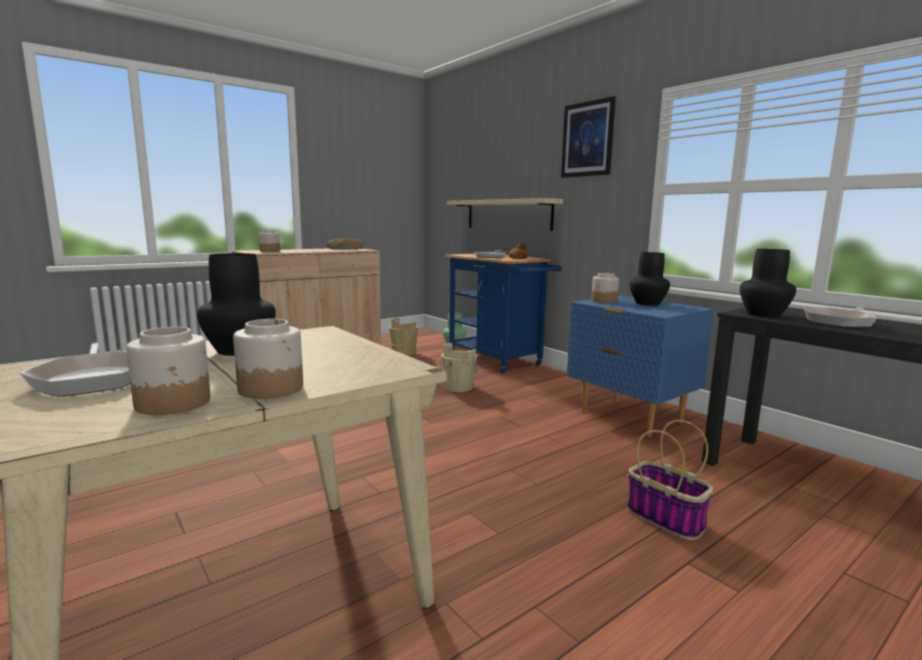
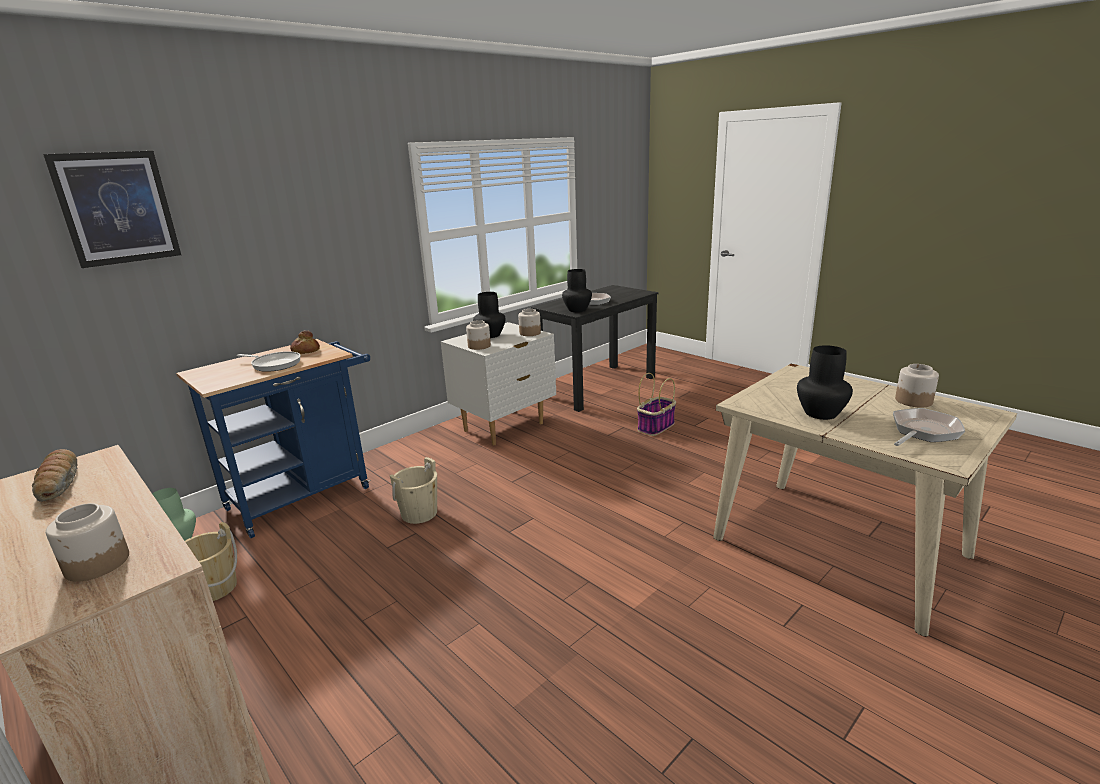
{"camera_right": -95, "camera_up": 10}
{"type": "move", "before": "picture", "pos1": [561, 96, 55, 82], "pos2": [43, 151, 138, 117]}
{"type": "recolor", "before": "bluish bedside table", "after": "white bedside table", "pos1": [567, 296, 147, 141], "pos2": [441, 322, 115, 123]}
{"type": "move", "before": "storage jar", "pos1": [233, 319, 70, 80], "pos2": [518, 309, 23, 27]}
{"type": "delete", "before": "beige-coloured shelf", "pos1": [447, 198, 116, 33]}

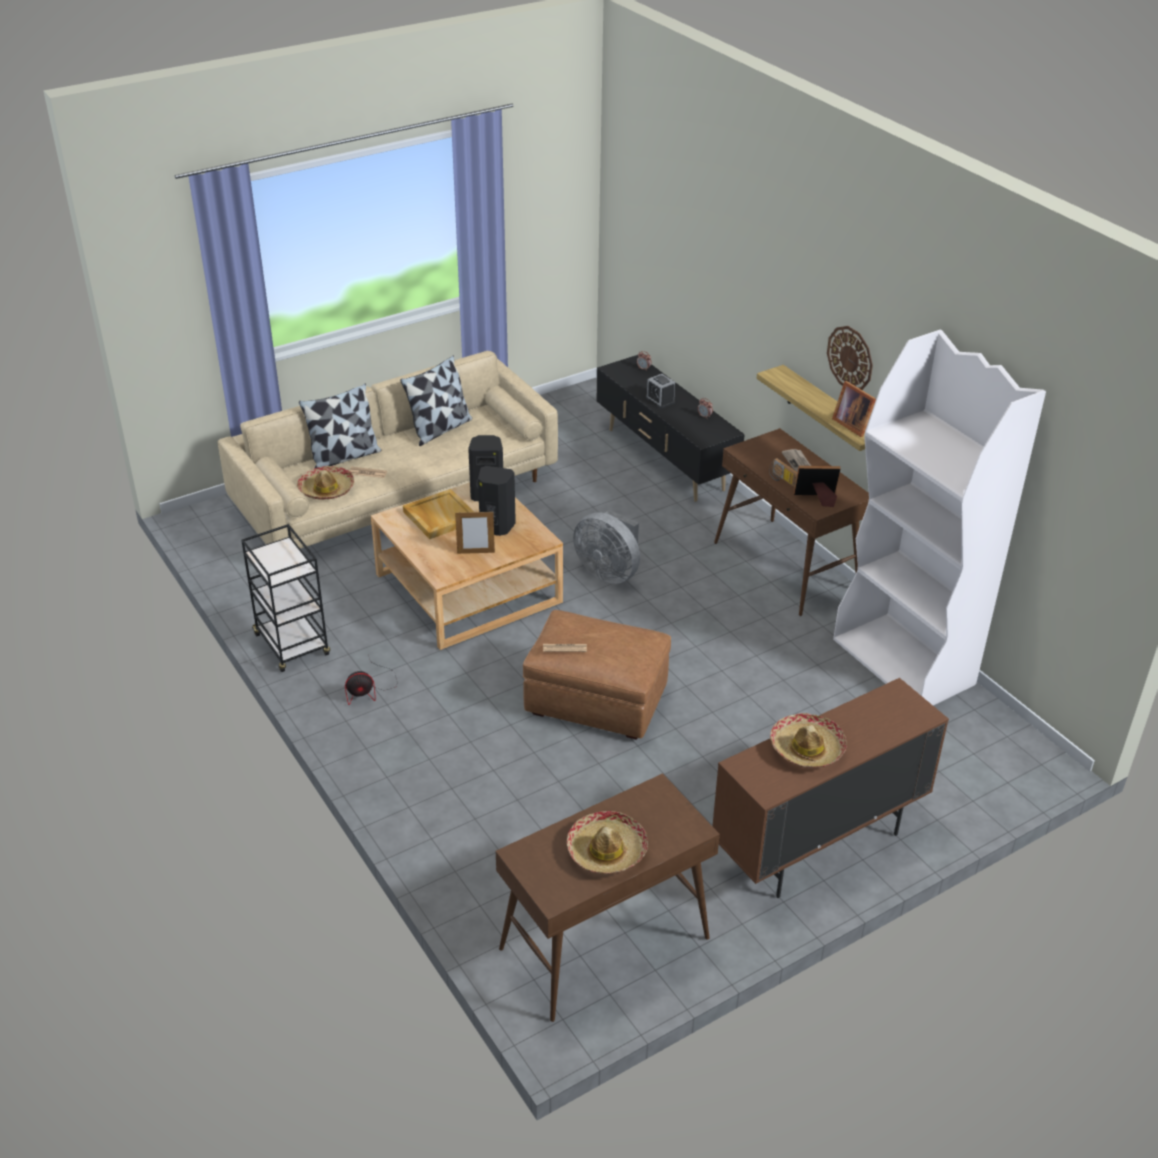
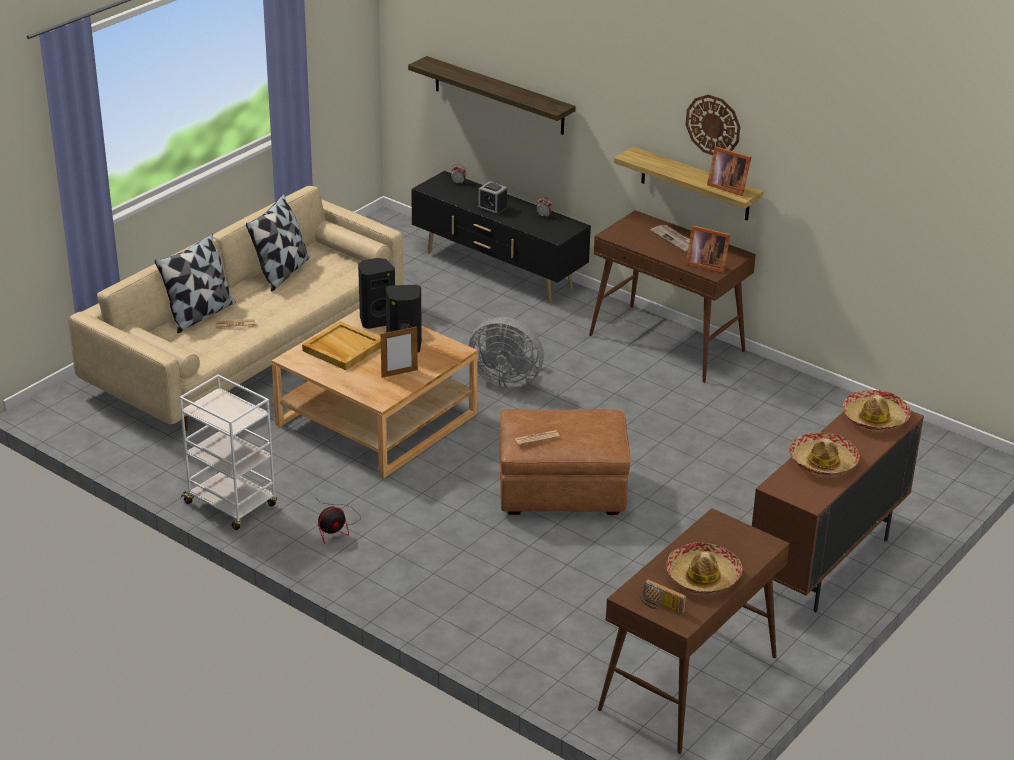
{"camera_right": -20, "camera_up": -5}
{"type": "recolor", "before": "black wheeled cart", "after": "white wheeled cart", "pos1": [241, 524, 89, 148], "pos2": [179, 375, 98, 155]}
{"type": "insert", "after": "shelf", "pos2": [408, 56, 168, 79]}
{"type": "move", "before": "radio", "pos1": [769, 458, 29, 29], "pos2": [640, 579, 46, 35]}
{"type": "rotate", "before": "photo frame", "pos1": [794, 466, 47, 41], "pos2": [686, 226, 45, 47], "turn": -135}
{"type": "move", "before": "clothing hat", "pos1": [297, 466, 57, 34], "pos2": [843, 390, 68, 40]}
{"type": "delete", "before": "white bookcase", "pos1": [833, 329, 213, 377]}

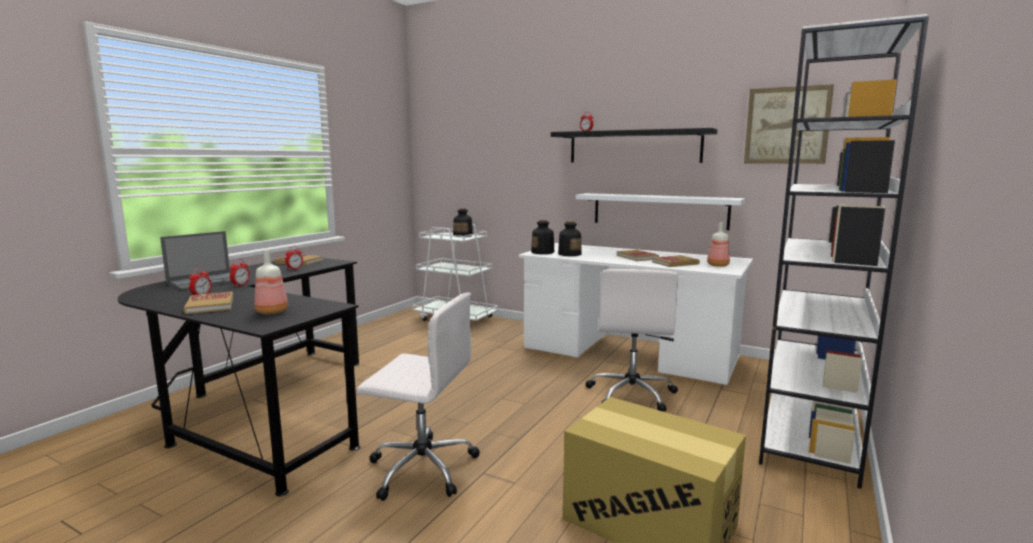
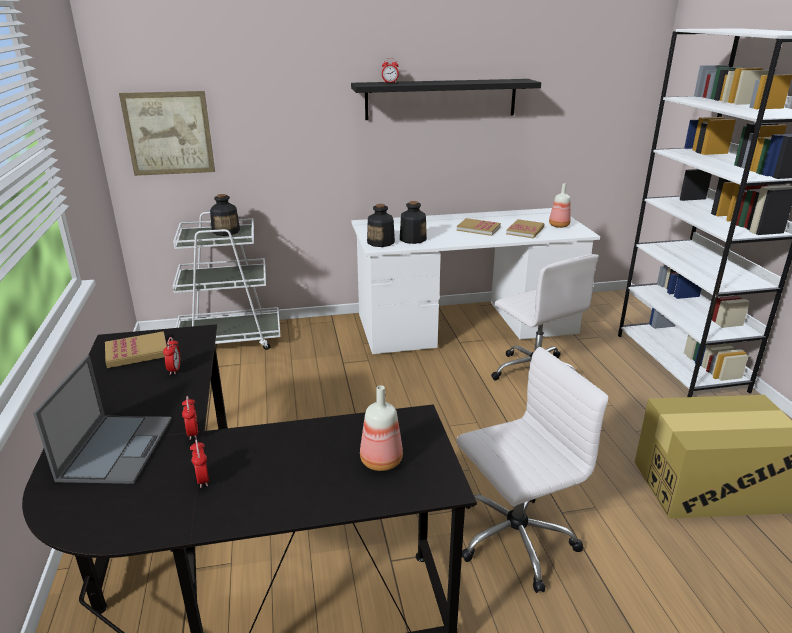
{"camera_right": -40, "camera_up": 15}
{"type": "move", "before": "picture", "pos1": [744, 84, 90, 80], "pos2": [119, 91, 96, 85]}
{"type": "delete", "before": "volume", "pos1": [184, 292, 50, 22]}
{"type": "delete", "before": "white shelf", "pos1": [576, 193, 169, 37]}

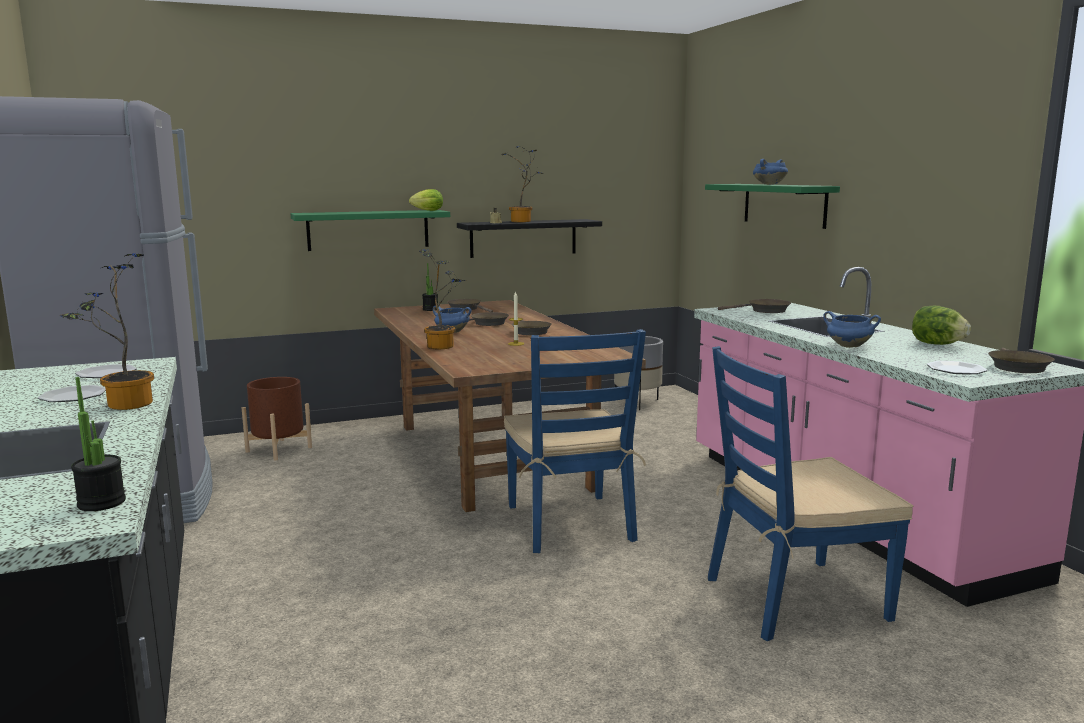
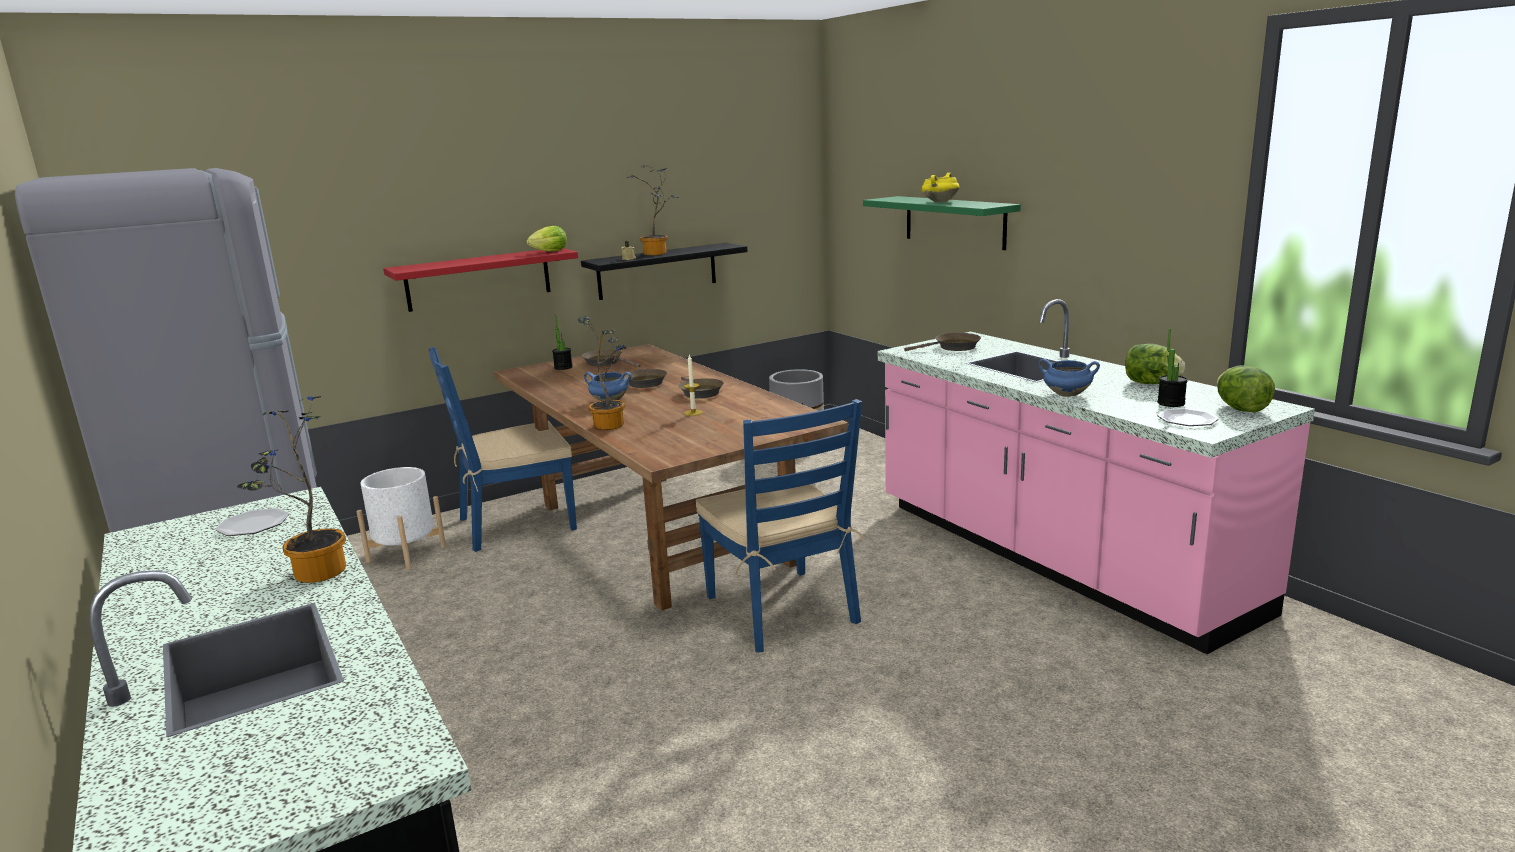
{"camera_right": -10, "camera_up": 5}
{"type": "recolor", "before": "brown plant pot", "after": "white plant pot", "pos1": [242, 377, 70, 84], "pos2": [356, 467, 90, 103]}
{"type": "recolor", "before": "greenish shelf", "after": "red-coloured shelf", "pos1": [291, 210, 159, 41], "pos2": [383, 248, 195, 64]}
{"type": "move", "before": "bluish plain chair", "pos1": [708, 346, 205, 295], "pos2": [429, 347, 148, 205]}
{"type": "recolor", "before": "bluish saucepot", "after": "yellow saucepot", "pos1": [753, 159, 35, 26], "pos2": [922, 173, 38, 29]}
{"type": "move", "before": "houseplant", "pos1": [71, 377, 55, 134], "pos2": [1157, 328, 31, 79]}
{"type": "replace", "before": "brown skillet", "after": "head of lettuce", "pos1": [988, 348, 67, 25], "pos2": [1217, 365, 58, 47]}
{"type": "delete", "before": "dinner plate", "pos1": [38, 385, 68, 17]}

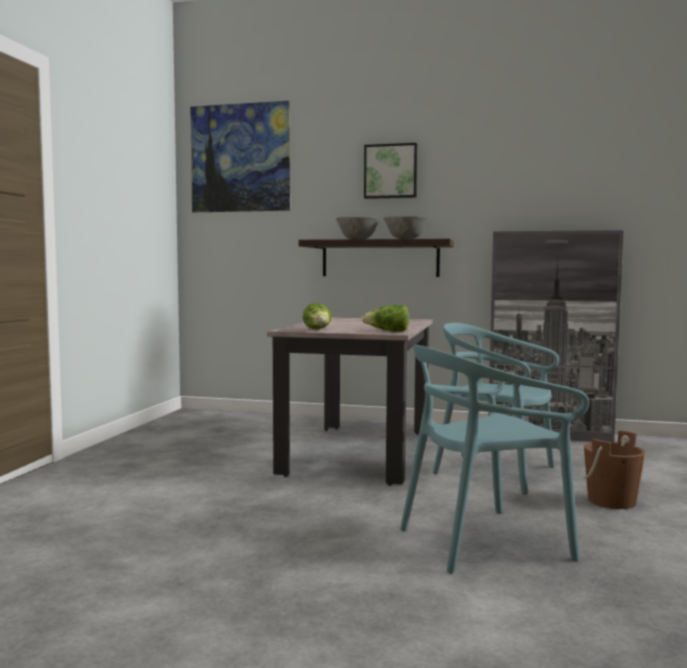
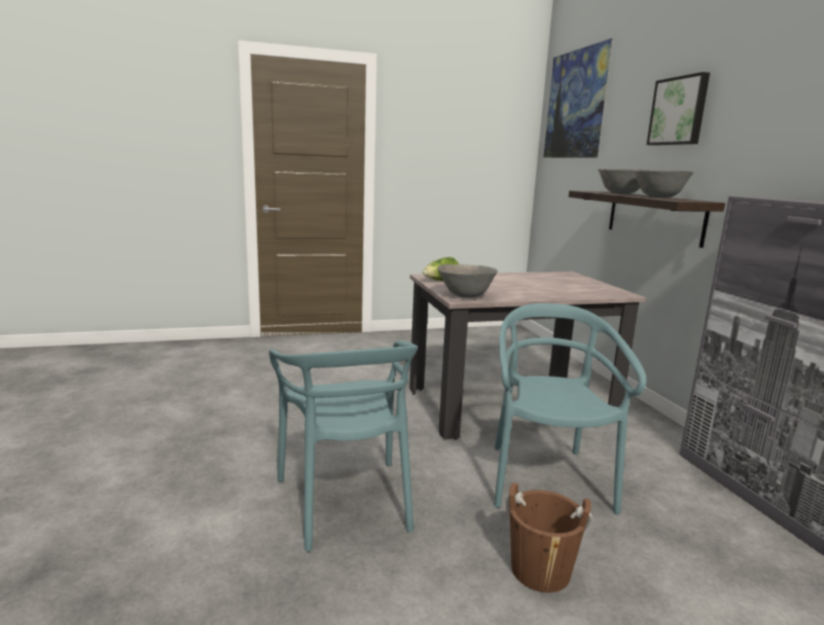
{"camera_right": 60, "camera_up": 10}
{"type": "rotate", "before": "turquoise plain chair", "pos1": [400, 345, 189, 228], "pos2": [269, 340, 149, 211], "turn": -150}
{"type": "replace", "before": "head of lettuce", "after": "gray serving bowl", "pos1": [361, 305, 48, 27], "pos2": [437, 264, 61, 34]}

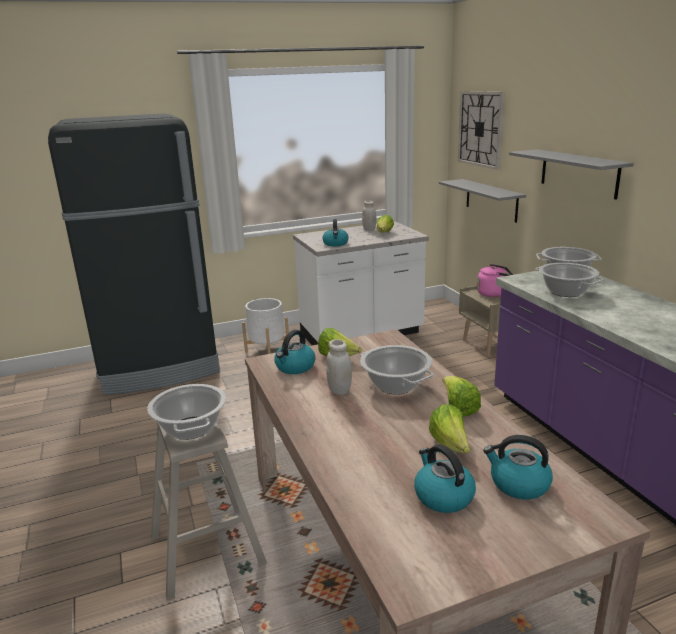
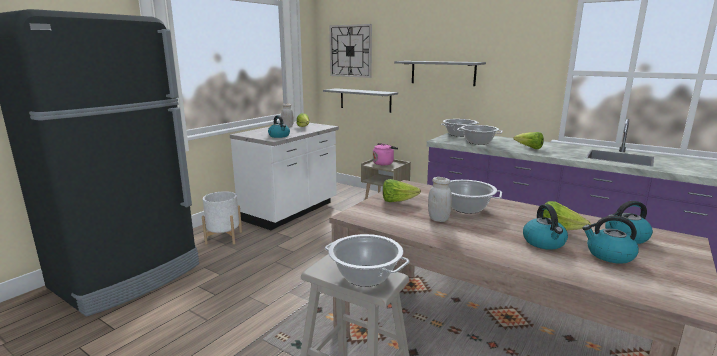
{"camera_right": -35, "camera_up": -5}
{"type": "move", "before": "head of lettuce", "pos1": [442, 376, 39, 41], "pos2": [514, 132, 30, 17]}
{"type": "move", "before": "kettle", "pos1": [274, 330, 41, 44], "pos2": [523, 204, 45, 46]}

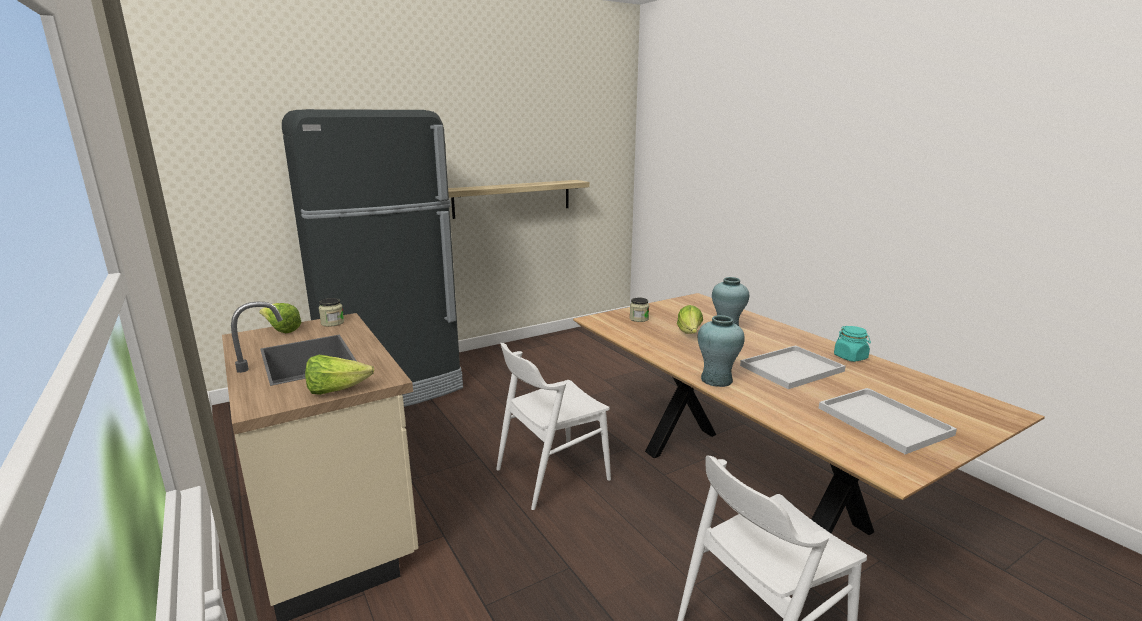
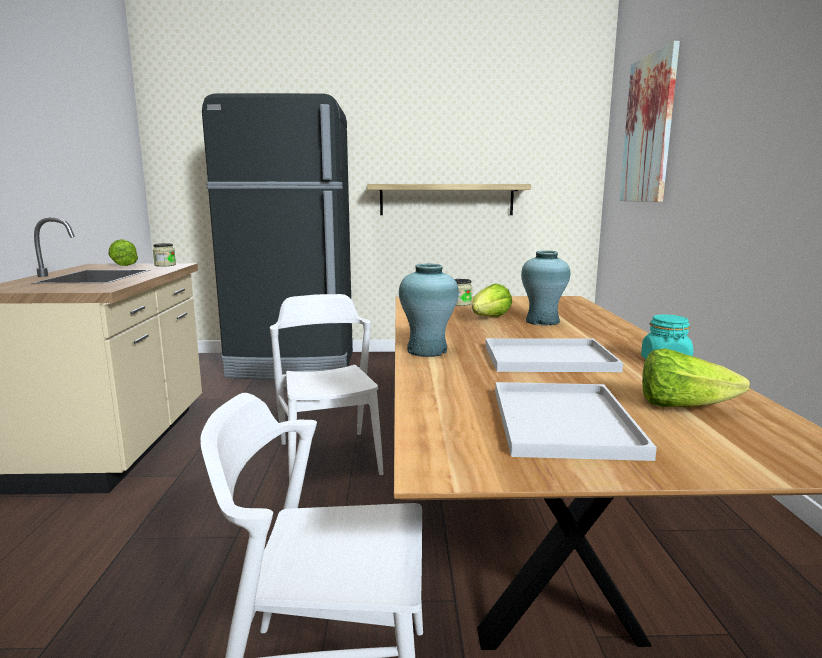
{"camera_right": 30, "camera_up": -5}
{"type": "rotate", "before": "white plain chair", "pos1": [496, 343, 115, 167], "pos2": [270, 294, 114, 188], "turn": 75}
{"type": "insert", "after": "picture", "pos2": [619, 41, 61, 161]}
{"type": "move", "before": "head of lettuce", "pos1": [305, 355, 70, 40], "pos2": [642, 348, 108, 59]}

